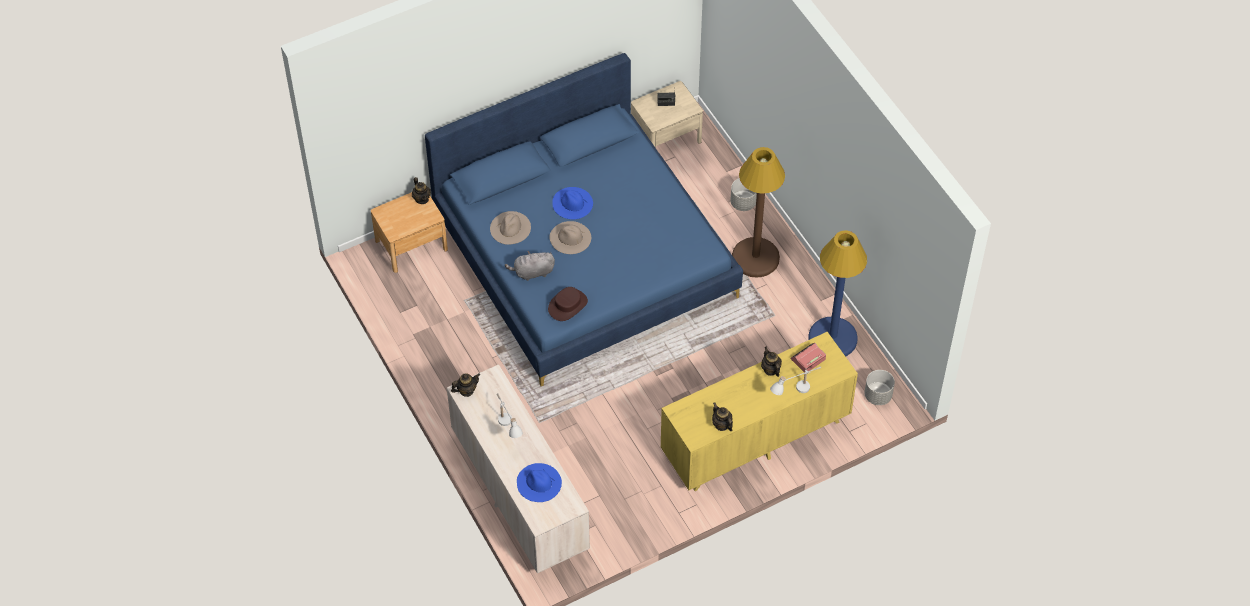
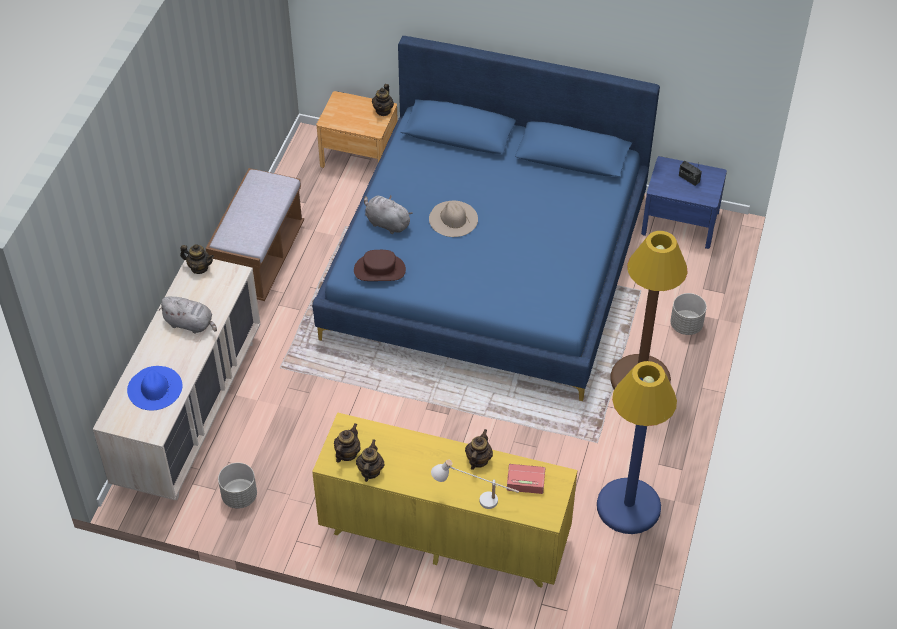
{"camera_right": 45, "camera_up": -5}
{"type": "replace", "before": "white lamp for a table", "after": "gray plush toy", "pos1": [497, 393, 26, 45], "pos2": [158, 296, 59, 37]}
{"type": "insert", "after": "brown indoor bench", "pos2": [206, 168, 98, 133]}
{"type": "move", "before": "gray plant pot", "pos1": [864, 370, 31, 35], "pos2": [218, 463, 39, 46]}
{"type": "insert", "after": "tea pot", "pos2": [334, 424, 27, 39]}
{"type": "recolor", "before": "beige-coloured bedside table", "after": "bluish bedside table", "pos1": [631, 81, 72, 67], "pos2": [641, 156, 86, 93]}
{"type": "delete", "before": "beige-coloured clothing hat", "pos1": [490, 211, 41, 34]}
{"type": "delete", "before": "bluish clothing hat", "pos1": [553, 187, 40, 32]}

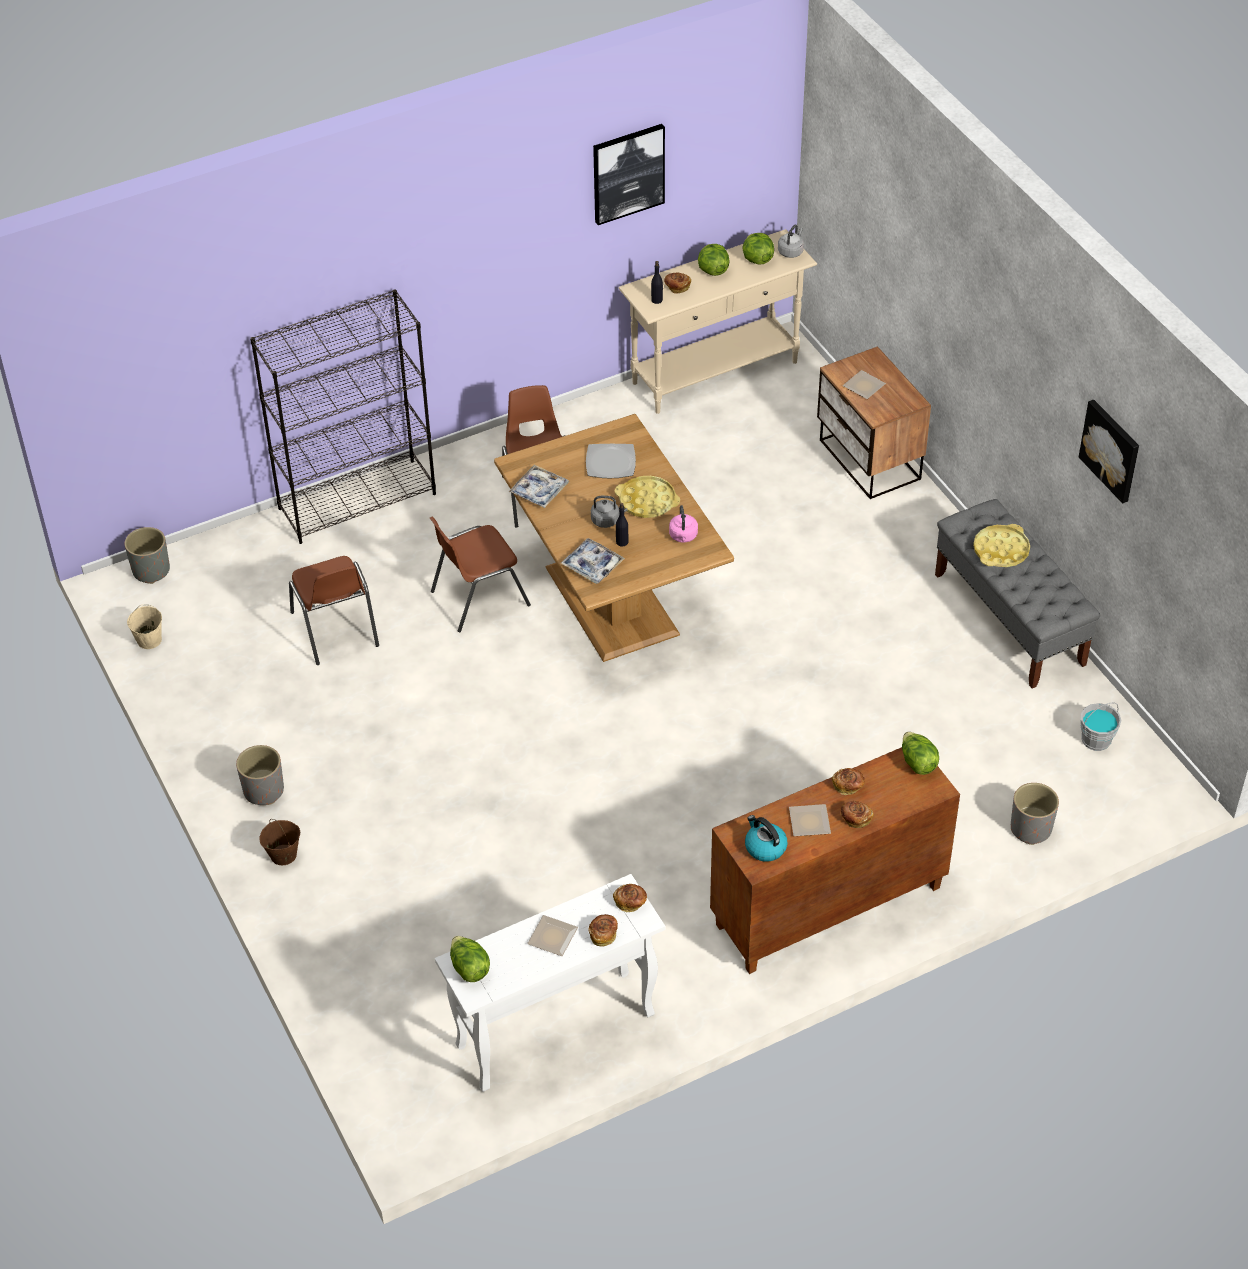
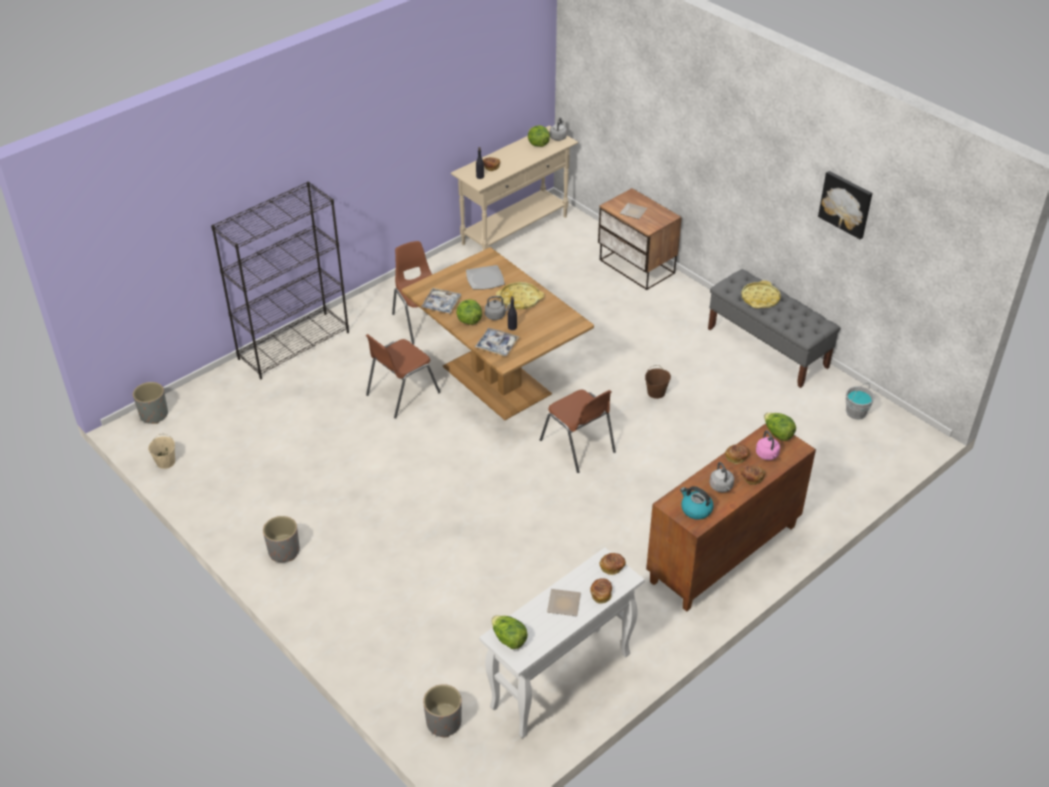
{"camera_right": -15, "camera_up": -5}
{"type": "move", "before": "gray plant pot", "pos1": [1011, 783, 48, 62], "pos2": [423, 684, 39, 53]}
{"type": "move", "before": "head of lettuce", "pos1": [698, 244, 32, 32], "pos2": [456, 299, 26, 26]}
{"type": "move", "before": "brown plain chair", "pos1": [289, 556, 90, 109], "pos2": [540, 389, 76, 84]}
{"type": "move", "before": "brown water bucket", "pos1": [259, 819, 41, 46], "pos2": [645, 365, 26, 34]}
{"type": "replace", "before": "dinner plate", "after": "gray kettle", "pos1": [789, 804, 42, 32], "pos2": [710, 462, 24, 30]}
{"type": "move", "before": "pink-coloured kettle", "pos1": [669, 505, 29, 37], "pos2": [756, 430, 24, 30]}
{"type": "delete", "before": "picture", "pos1": [593, 124, 72, 101]}

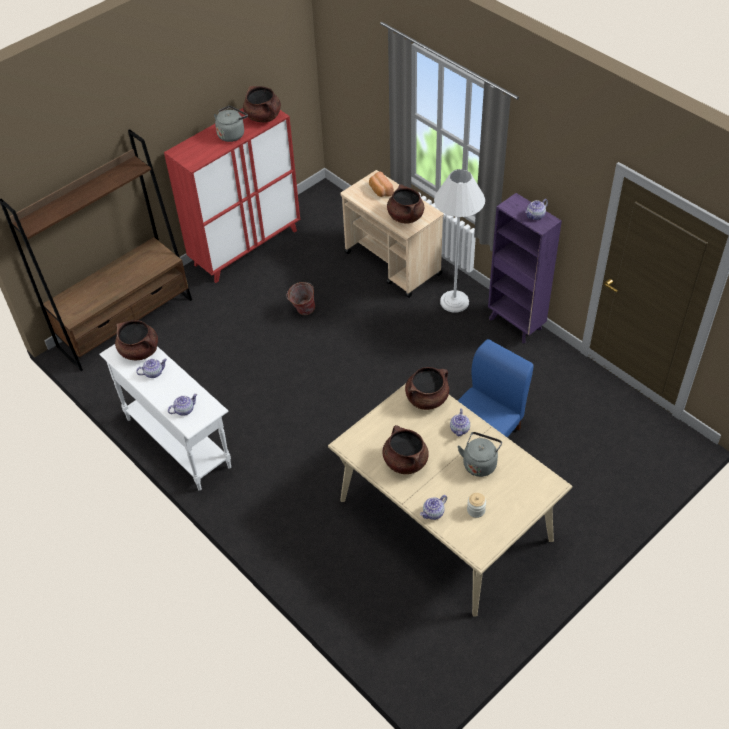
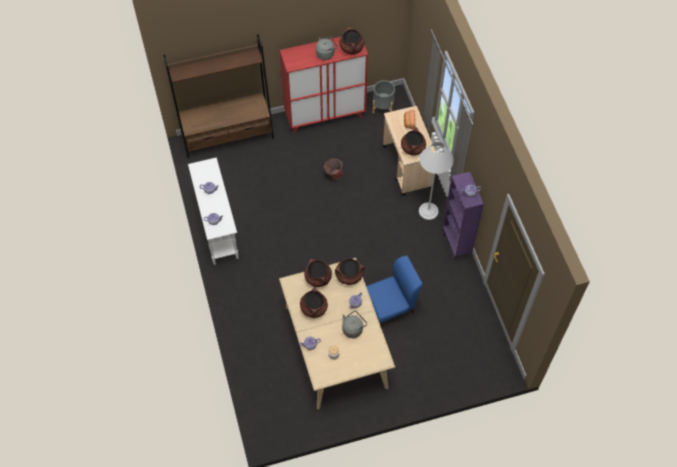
{"camera_right": 25, "camera_up": 10}
{"type": "move", "before": "brown saucepot", "pos1": [115, 320, 43, 40], "pos2": [304, 259, 28, 28]}
{"type": "insert", "after": "gray plant pot", "pos2": [373, 80, 22, 33]}

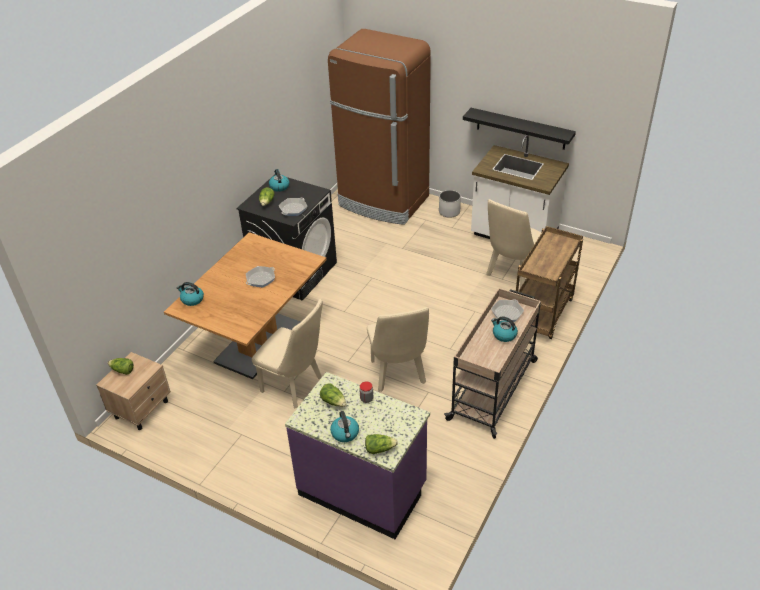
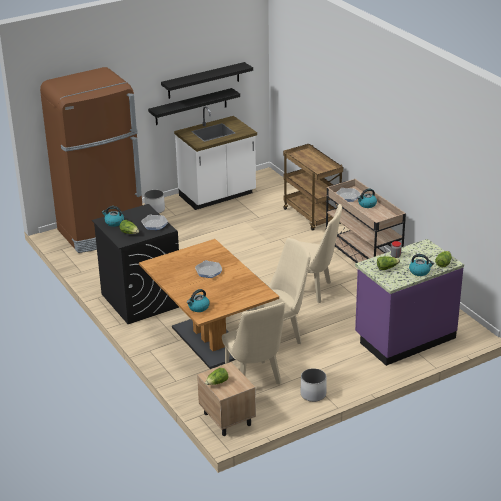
{"camera_right": -60, "camera_up": -10}
{"type": "insert", "after": "black shelf", "pos2": [161, 62, 92, 37]}
{"type": "move", "before": "beige-coloured plain chair", "pos1": [486, 199, 56, 89], "pos2": [222, 302, 63, 83]}
{"type": "insert", "after": "white plant pot", "pos2": [301, 368, 25, 34]}

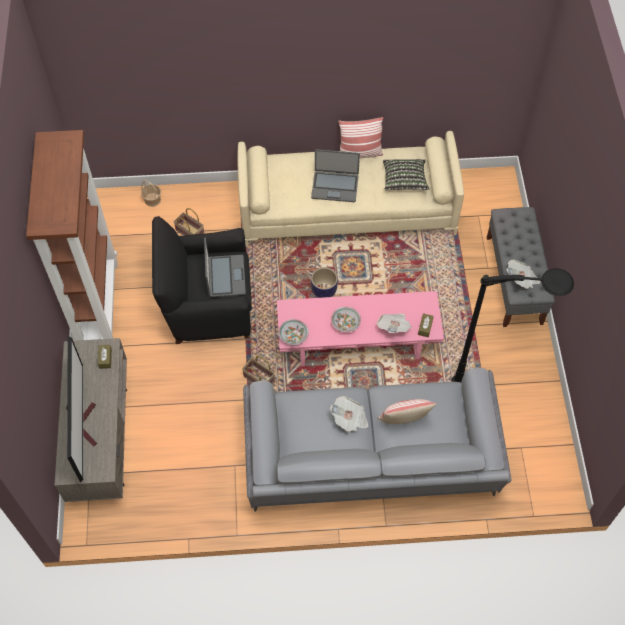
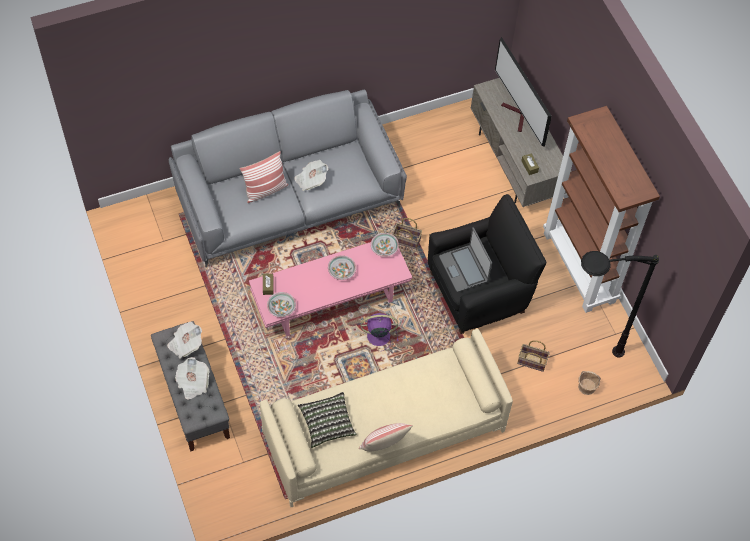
{"camera_right": 160, "camera_up": 0}
{"type": "move", "before": "printed paper", "pos1": [377, 313, 34, 20], "pos2": [175, 357, 34, 43]}
{"type": "insert", "after": "serving bowl", "pos2": [267, 292, 29, 25]}
{"type": "replace", "before": "plant pot", "after": "purplish electric fan", "pos1": [311, 267, 27, 31], "pos2": [361, 313, 37, 39]}
{"type": "move", "before": "black floor lamp", "pos1": [451, 268, 123, 115], "pos2": [581, 251, 78, 107]}
{"type": "delete", "before": "notebook computer", "pos1": [311, 149, 49, 53]}

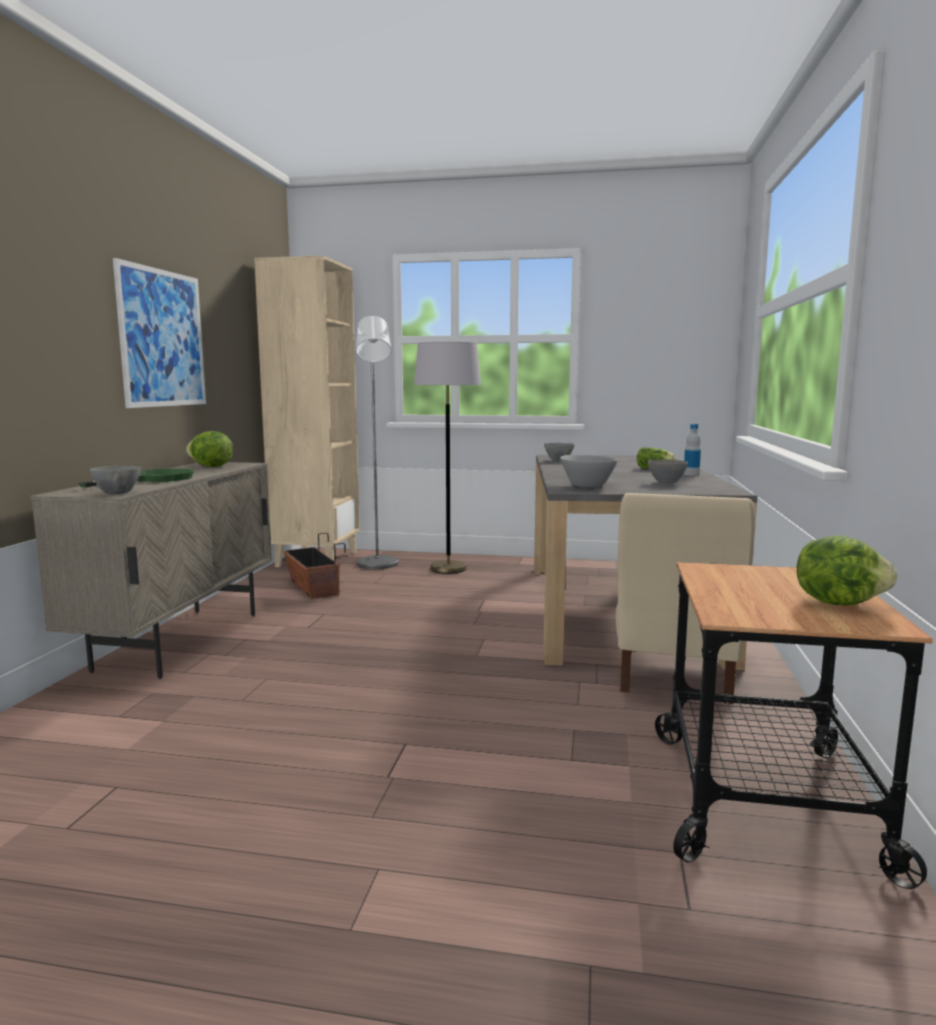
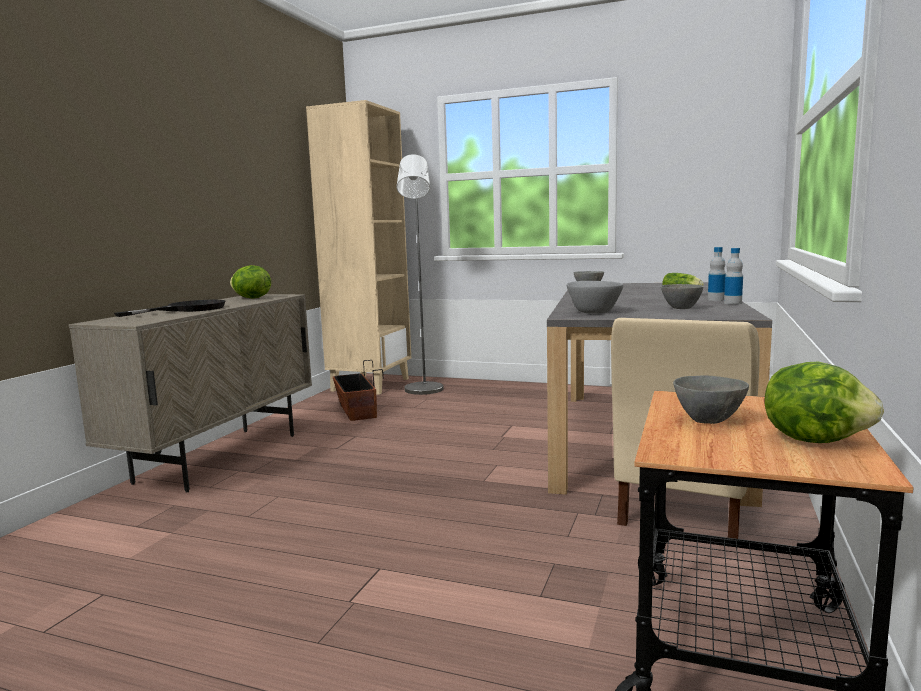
{"camera_right": 10, "camera_up": 0}
{"type": "recolor", "before": "greenish skillet", "after": "black skillet", "pos1": [78, 468, 116, 20], "pos2": [114, 300, 111, 17]}
{"type": "move", "before": "gray serving bowl", "pos1": [90, 466, 51, 28], "pos2": [673, 375, 76, 49]}
{"type": "insert", "after": "beverage bottle", "pos2": [724, 248, 19, 57]}
{"type": "delete", "before": "picture", "pos1": [113, 258, 93, 150]}
{"type": "delete", "before": "gray floor lamp", "pos1": [414, 342, 67, 232]}

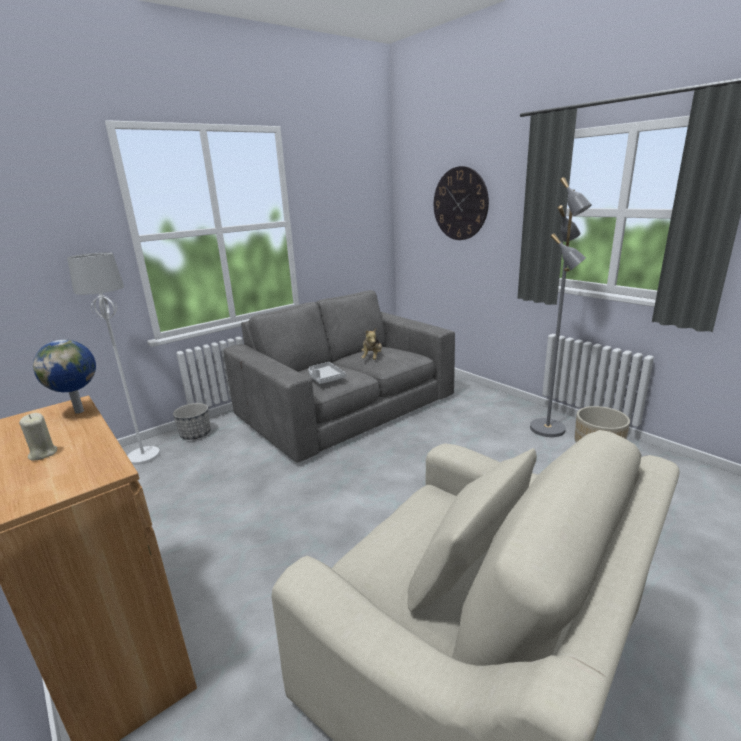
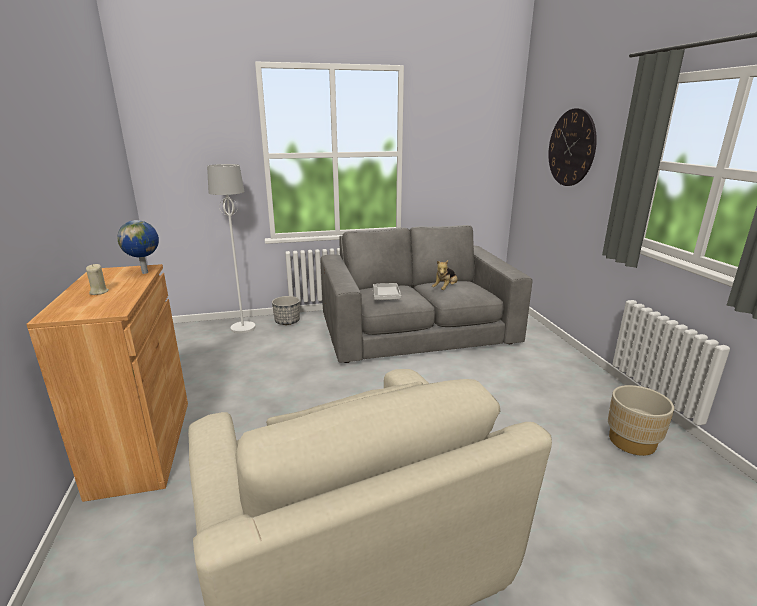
{"camera_right": 25, "camera_up": 0}
{"type": "delete", "before": "gray floor lamp", "pos1": [530, 177, 62, 260]}

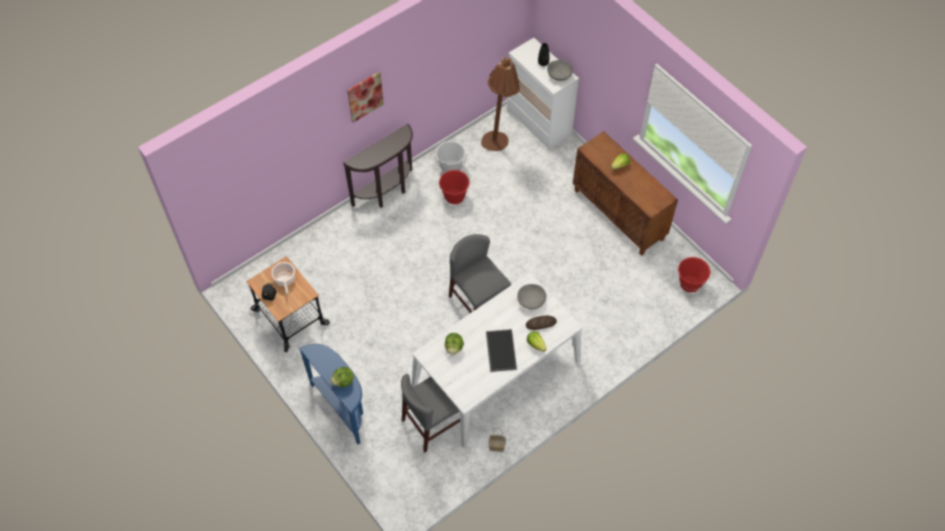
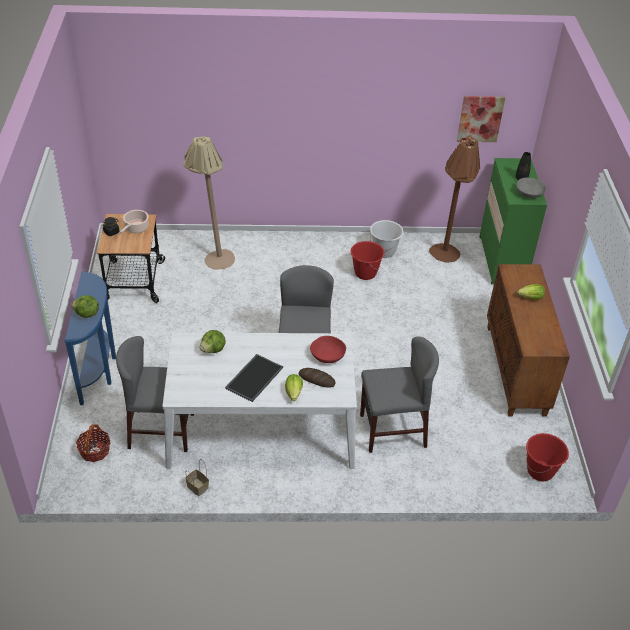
{"camera_right": 35, "camera_up": -15}
{"type": "insert", "after": "basket", "pos2": [76, 424, 34, 38]}
{"type": "insert", "after": "beige-coloured floor lamp", "pos2": [183, 137, 52, 133]}
{"type": "recolor", "before": "gray serving bowl", "after": "red-coloured serving bowl", "pos1": [517, 284, 30, 26], "pos2": [310, 336, 36, 27]}
{"type": "insert", "after": "gray plain chair", "pos2": [360, 336, 79, 117]}
{"type": "move", "before": "picture", "pos1": [347, 72, 37, 50], "pos2": [457, 96, 48, 46]}
{"type": "recolor", "before": "white chest of drawers", "after": "greenish chest of drawers", "pos1": [507, 38, 72, 112], "pos2": [479, 158, 68, 126]}
{"type": "delete", "before": "brown narrow table", "pos1": [343, 124, 70, 84]}

